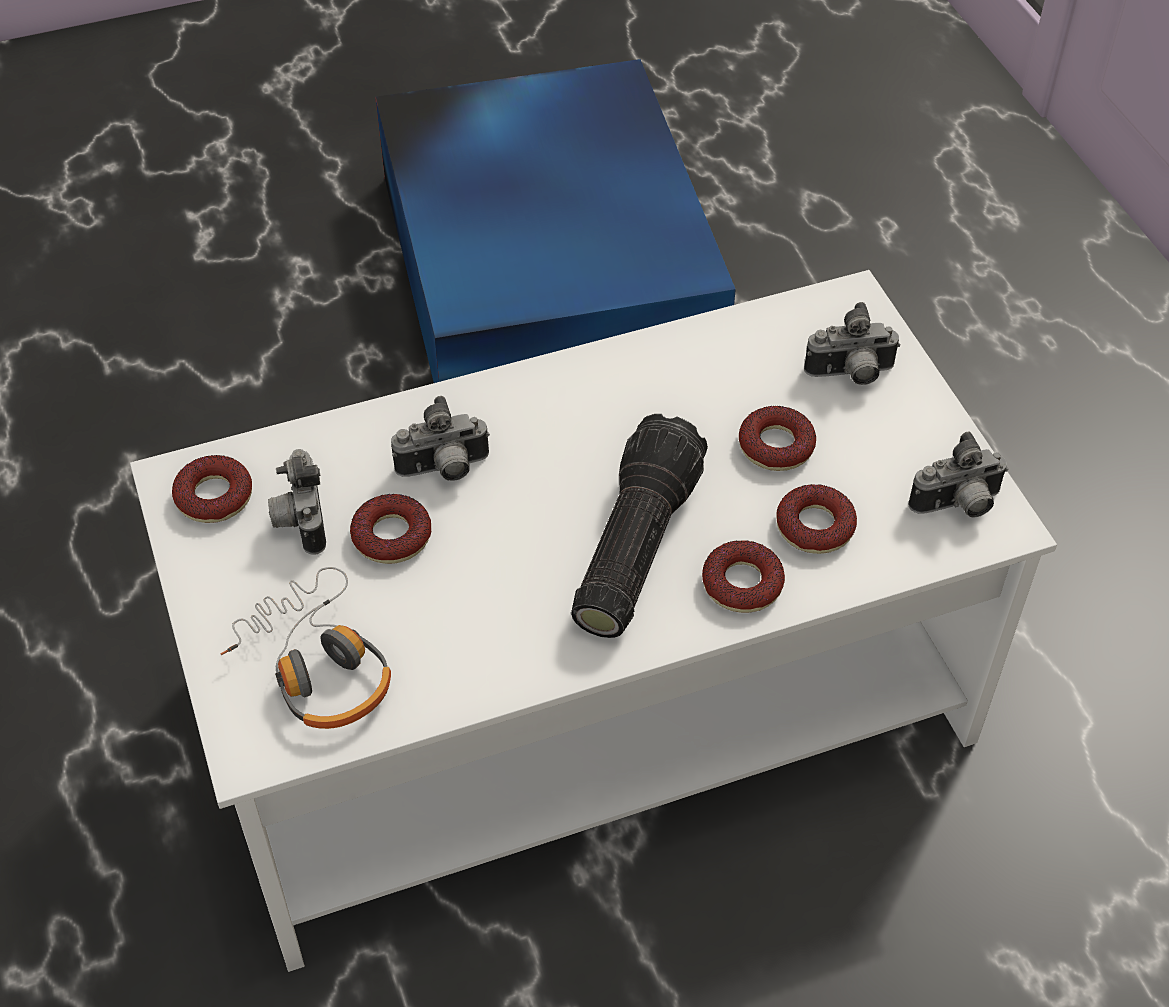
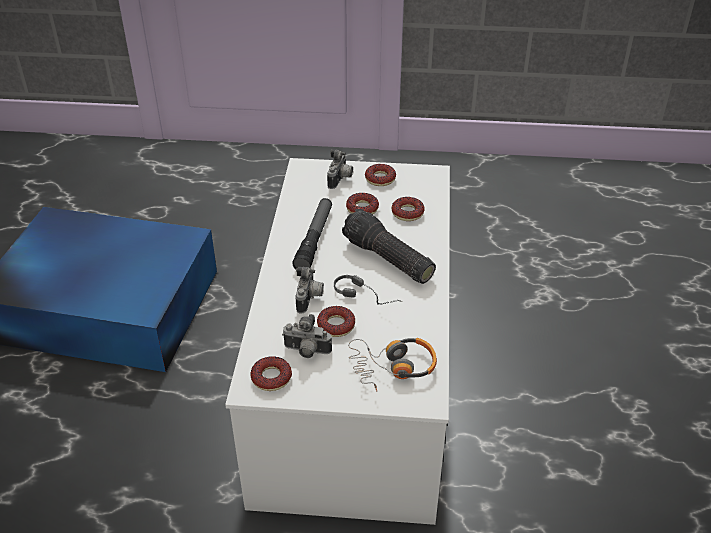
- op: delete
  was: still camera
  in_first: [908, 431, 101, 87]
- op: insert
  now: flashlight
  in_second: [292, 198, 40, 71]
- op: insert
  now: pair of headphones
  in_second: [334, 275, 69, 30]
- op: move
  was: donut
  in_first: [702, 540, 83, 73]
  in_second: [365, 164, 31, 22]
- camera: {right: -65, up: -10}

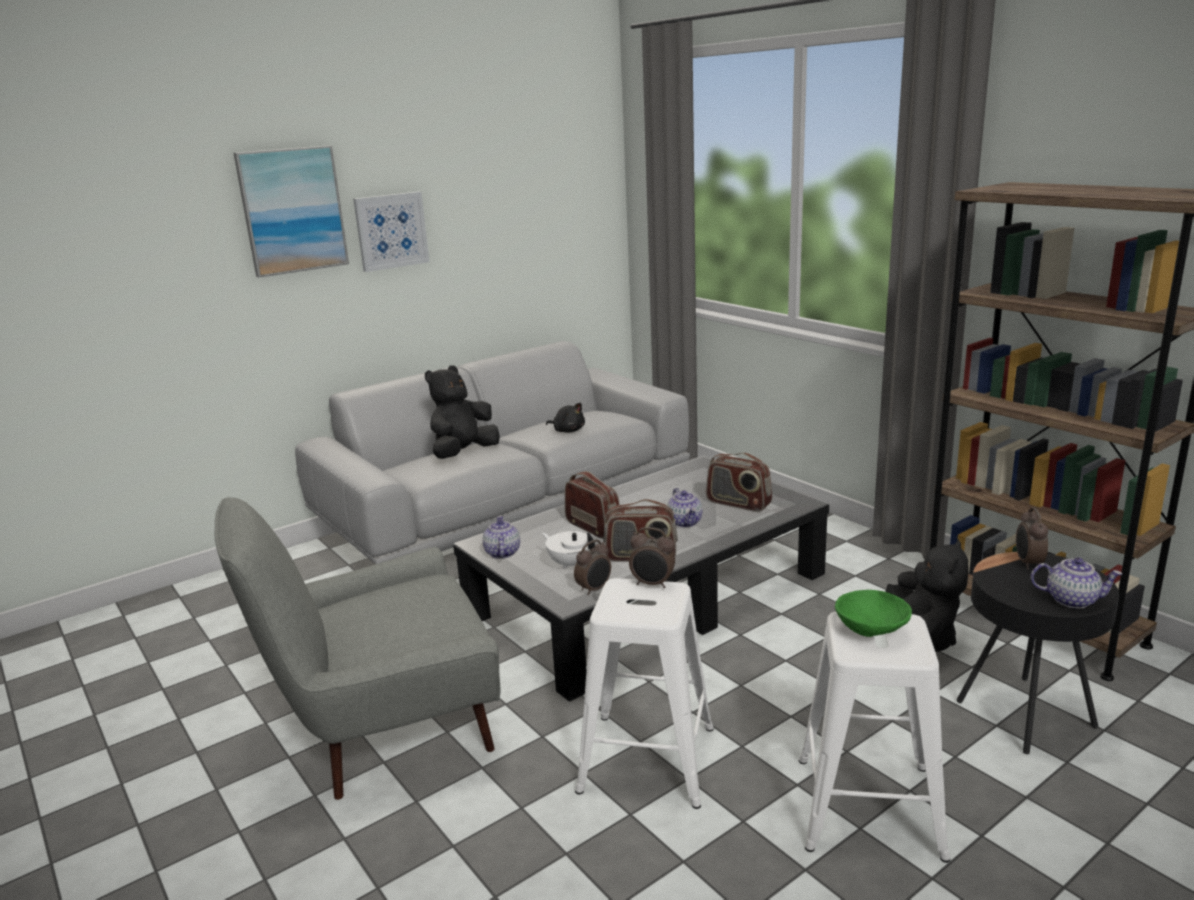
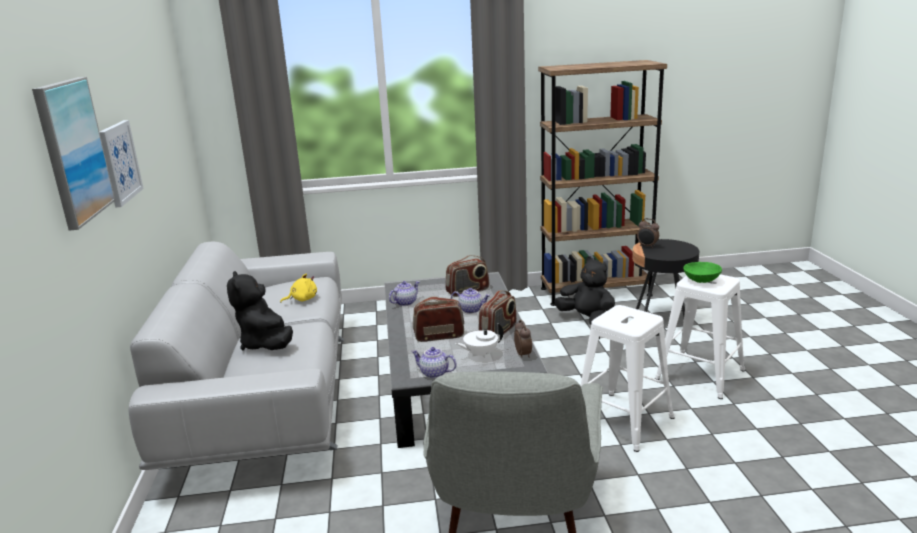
- op: delete
  was: alarm clock
  in_first: [629, 527, 46, 61]
- op: move
  was: teapot
  in_first: [1031, 558, 91, 50]
  in_second: [389, 281, 30, 25]
- op: recolor
  was: black soft toy
  now: yellow soft toy
  in_first: [546, 403, 39, 30]
  in_second: [280, 273, 37, 30]
- camera: {right: -60, up: 0}

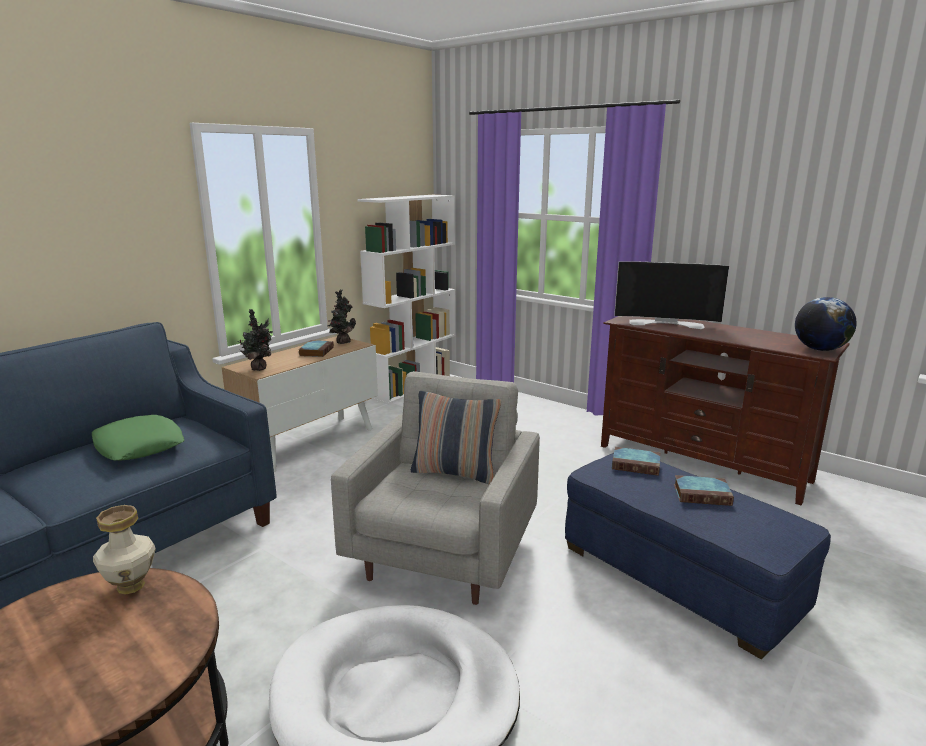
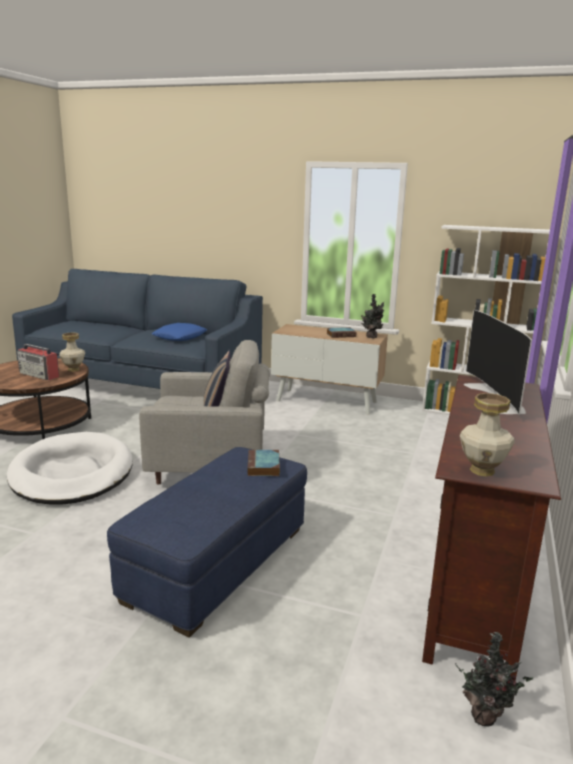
- op: delete
  was: bound book
  in_first: [674, 475, 60, 31]
- op: insert
  now: radio
  in_second: [17, 344, 42, 36]
- op: move
  was: houseplant
  in_first: [238, 309, 35, 62]
  in_second: [455, 632, 78, 94]
- op: replace
  was: desk globe
  now: flower vase
  in_first: [795, 297, 62, 54]
  in_second: [460, 393, 54, 84]
- op: recolor
  was: green cushion
  now: bluish cushion
  in_first: [91, 415, 93, 46]
  in_second: [152, 323, 55, 18]
- camera: {right: 70, up: 0}

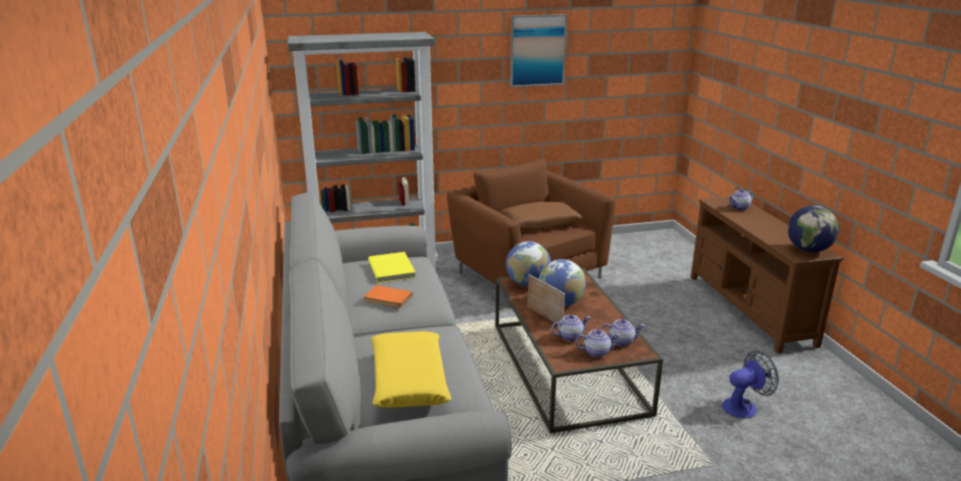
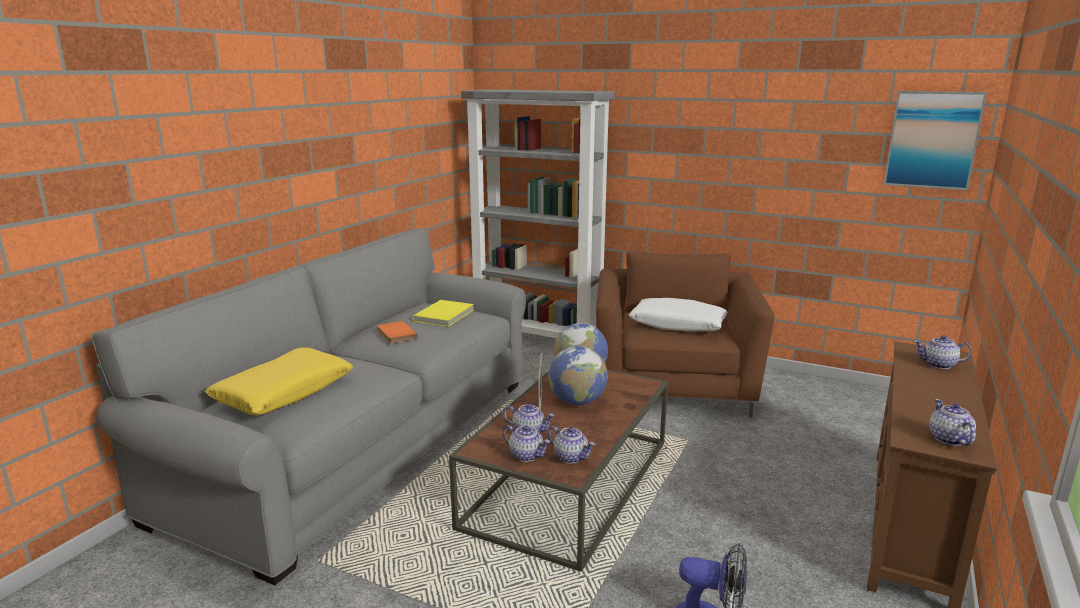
- op: move
  was: wall picture
  in_first: [510, 14, 57, 73]
  in_second: [883, 91, 104, 99]
- op: replace
  was: desk globe
  now: teapot
  in_first: [788, 206, 51, 46]
  in_second: [929, 399, 47, 47]
- op: recolor
  was: brown cushion
  now: white-coloured cushion
  in_first: [499, 201, 83, 30]
  in_second: [629, 298, 99, 33]
- camera: {right: 40, up: -5}

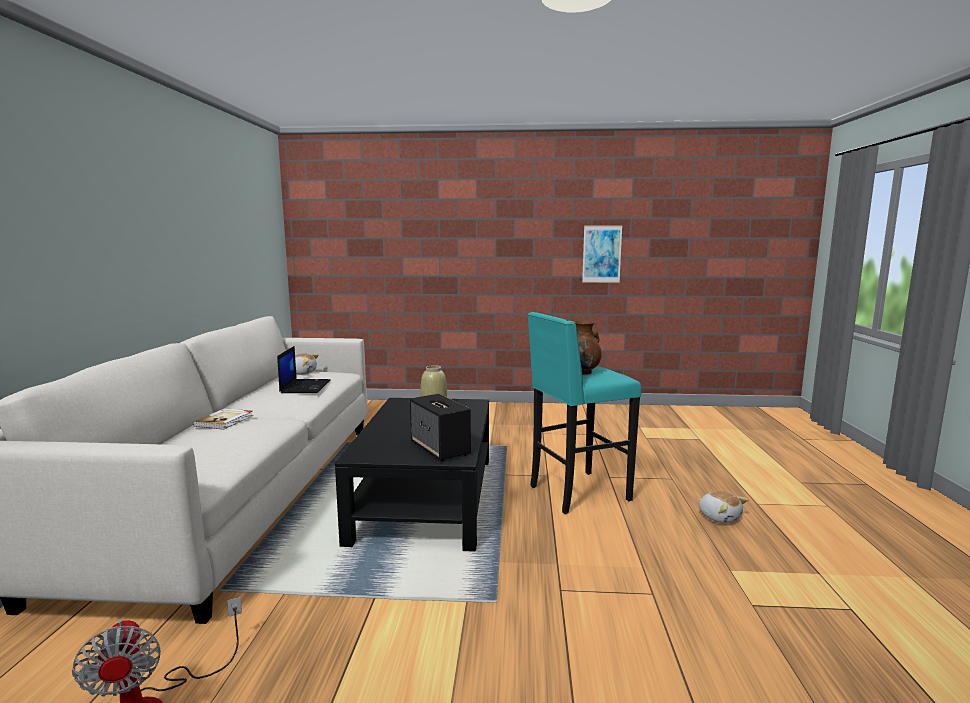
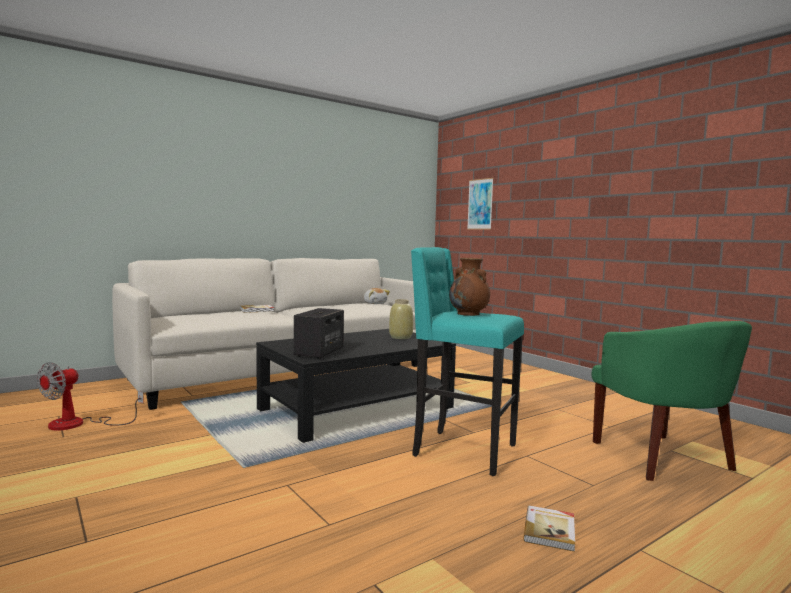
- op: delete
  was: laptop
  in_first: [277, 346, 53, 47]
- op: insert
  now: green armchair
  in_second: [591, 321, 161, 160]
- op: move
  was: wall picture
  in_first: [582, 225, 40, 58]
  in_second: [467, 178, 27, 52]
- op: replace
  was: soft toy
  now: bound book
  in_first: [699, 491, 49, 33]
  in_second: [523, 506, 52, 46]
- camera: {right: 50, up: -5}

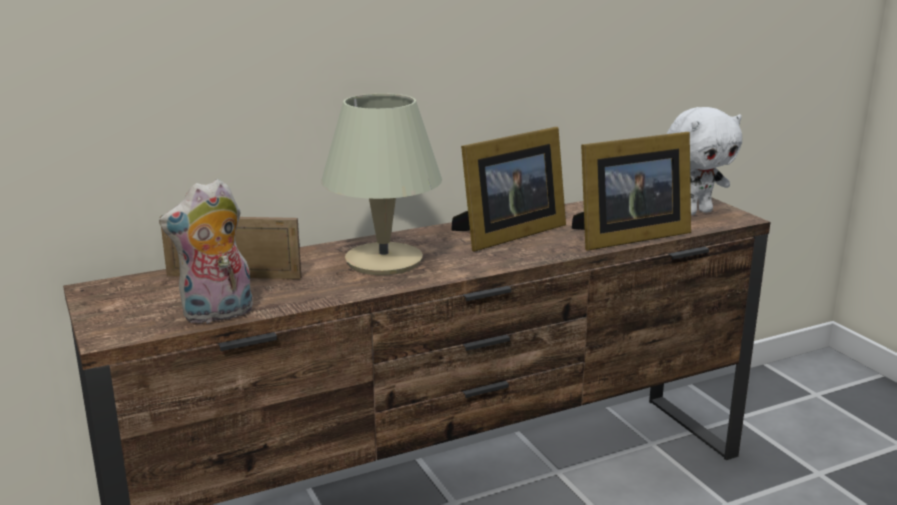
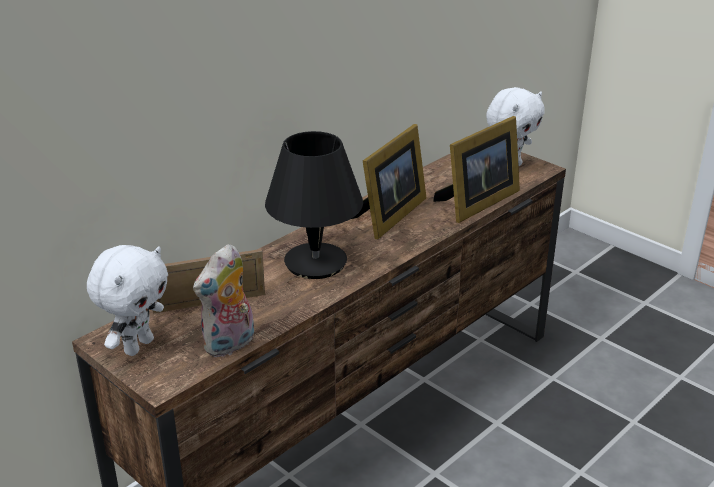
- op: insert
  now: white-coloured soft toy
  in_second: [87, 245, 81, 111]
- op: recolor
  was: sand-coloured tabletop lamp
  now: black tabletop lamp
  in_first: [321, 93, 121, 182]
  in_second: [265, 131, 98, 148]
- camera: {right: -20, up: 10}

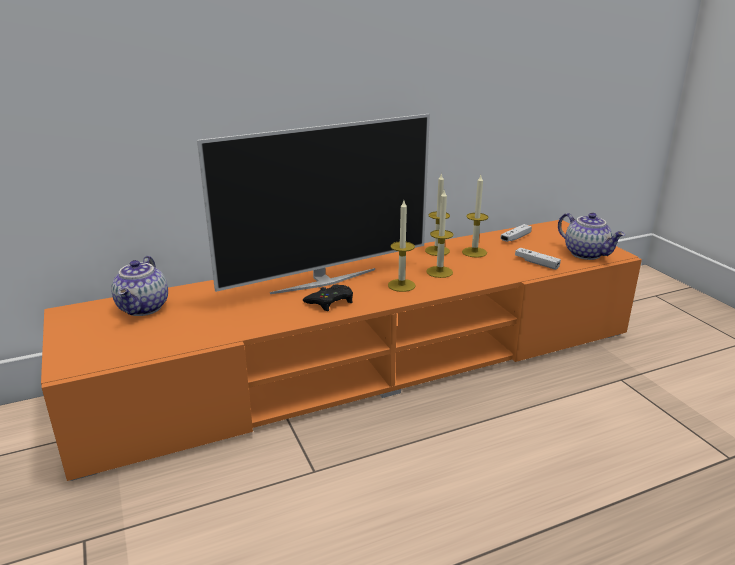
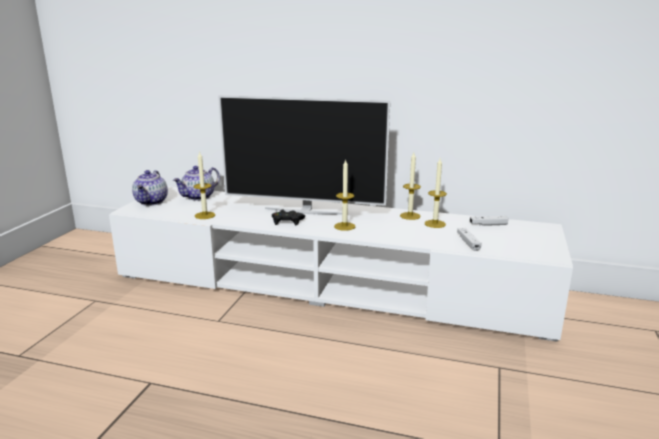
- op: move
  was: candle
  in_first: [426, 190, 28, 88]
  in_second: [194, 151, 21, 68]
- op: move
  was: teapot
  in_first: [558, 213, 67, 47]
  in_second: [132, 170, 36, 36]
- op: recolor
  was: orange tv stand
  now: white-coloured tv stand
  in_first: [41, 220, 601, 261]
  in_second: [109, 186, 464, 156]
- camera: {right: 40, up: -5}

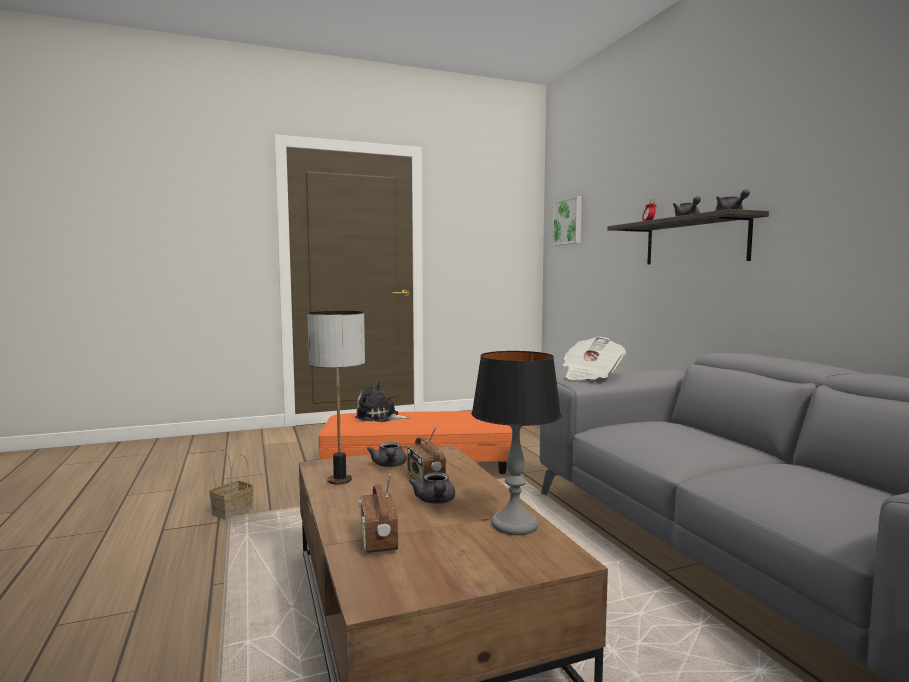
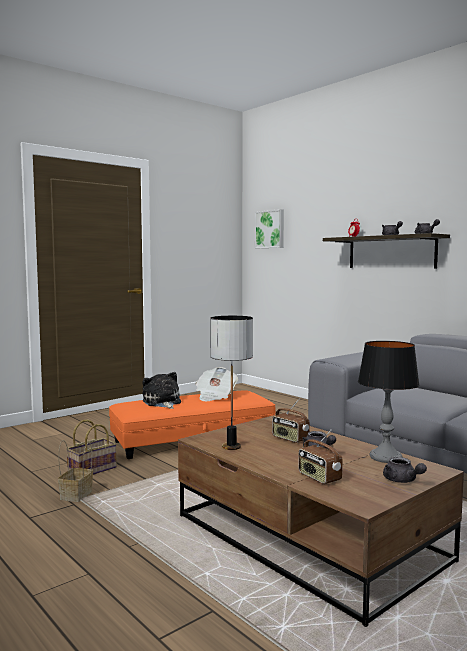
- op: insert
  now: basket
  in_second: [66, 420, 51, 55]
- op: move
  was: greyish teapot
  in_first: [367, 442, 40, 25]
  in_second: [383, 457, 44, 26]
- op: move
  was: printed paper
  in_first: [563, 337, 63, 43]
  in_second: [196, 367, 42, 34]
- op: rotate
  was: soft toy
  in_first: [355, 381, 56, 41]
  in_second: [143, 372, 38, 37]
  clockwise: 75
- camera: {right: -20, up: 0}

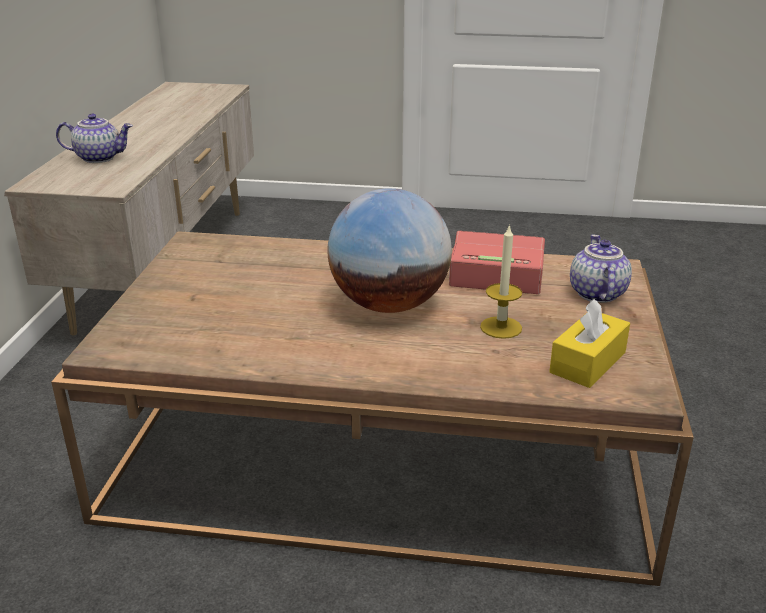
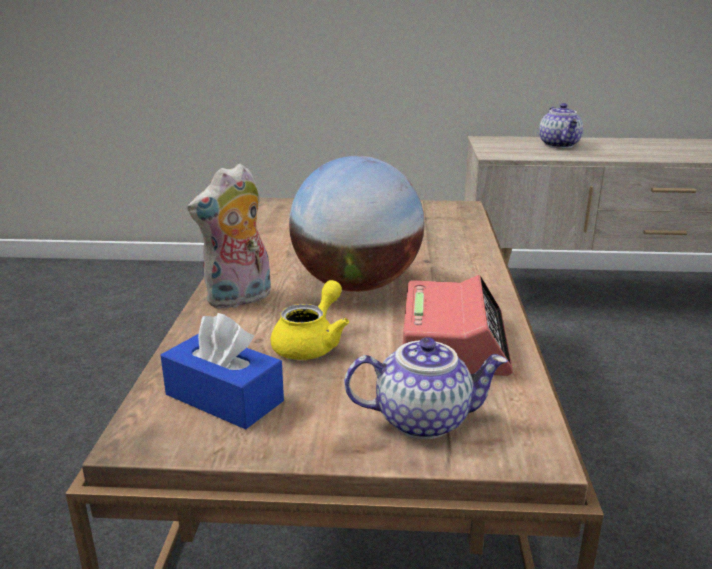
- op: insert
  now: soft toy
  in_second: [187, 163, 84, 146]
- op: replace
  was: candle
  now: yellow teapot
  in_first: [480, 224, 42, 115]
  in_second: [270, 280, 79, 80]
- op: recolor
  was: yellow tissue box
  now: bluish tissue box
  in_first: [549, 299, 81, 89]
  in_second: [161, 313, 123, 116]
- camera: {right: 85, up: -5}

